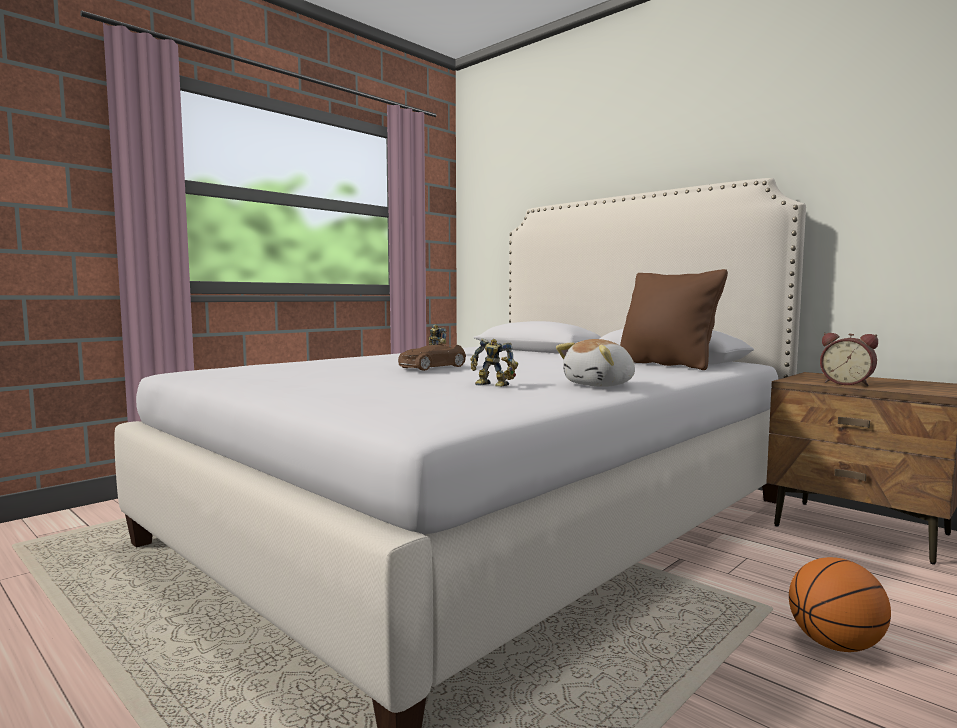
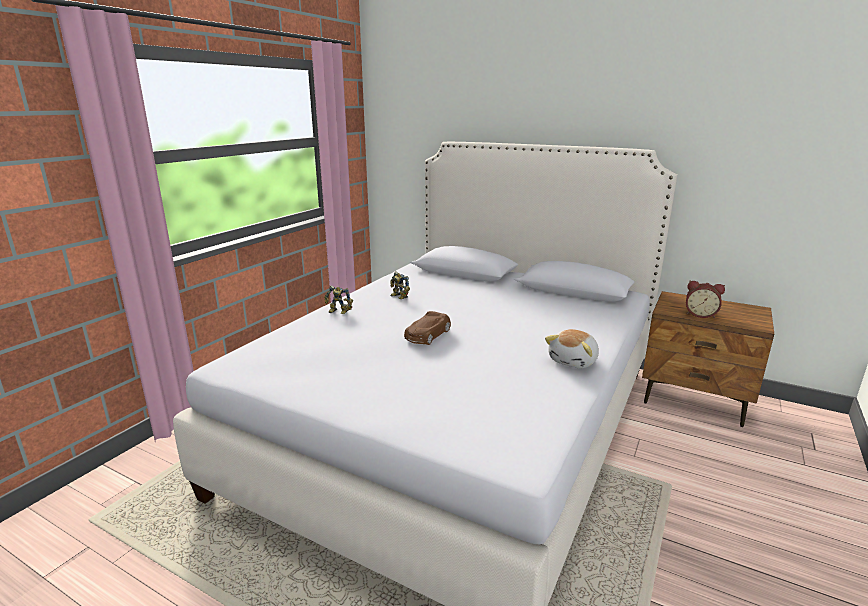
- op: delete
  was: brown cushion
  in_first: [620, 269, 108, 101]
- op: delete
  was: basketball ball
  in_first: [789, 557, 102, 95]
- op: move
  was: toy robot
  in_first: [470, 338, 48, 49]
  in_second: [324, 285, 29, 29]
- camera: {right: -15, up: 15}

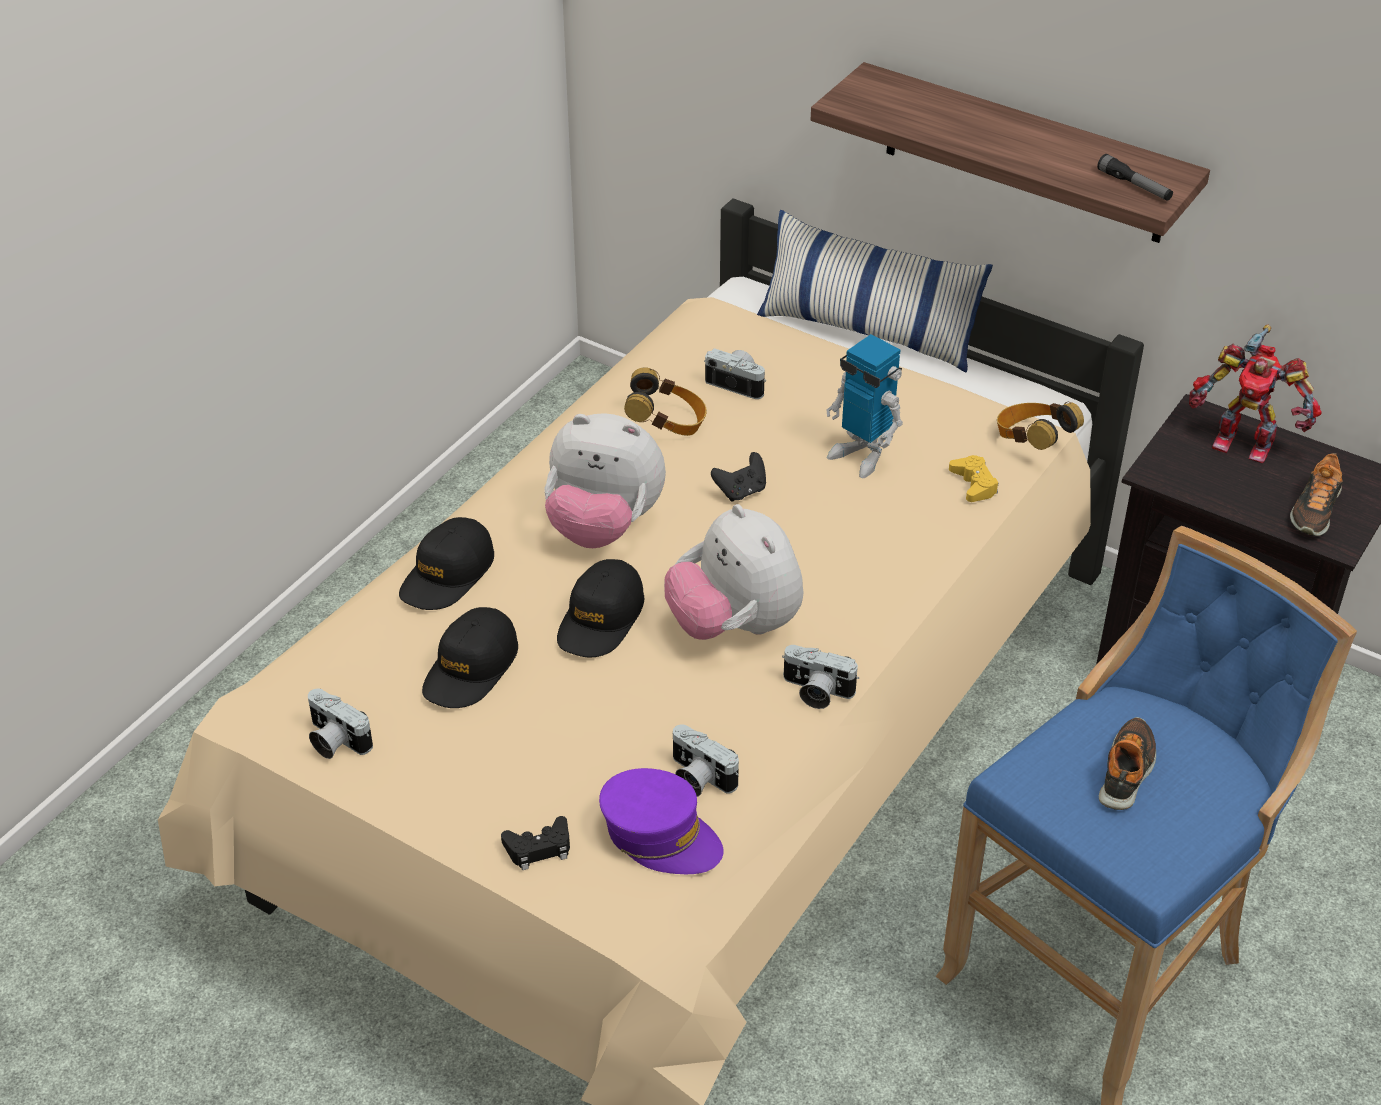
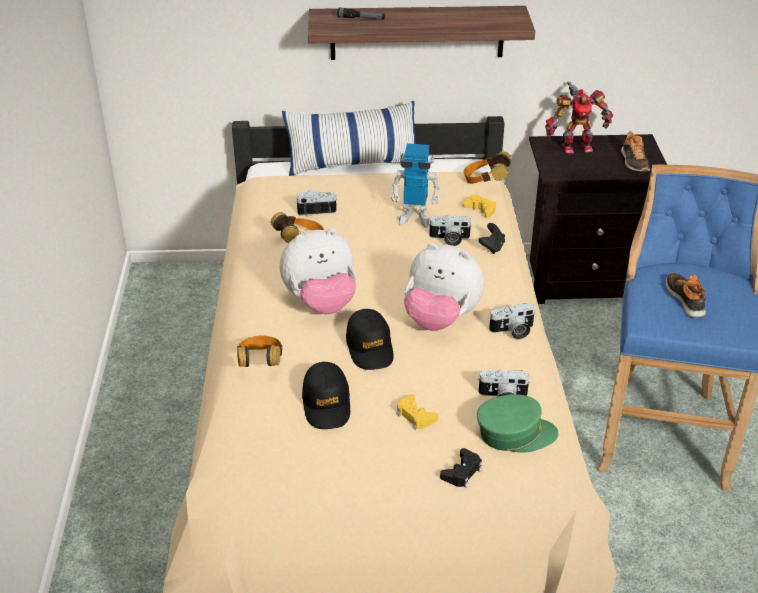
- op: insert
  now: yellow gamepad
  in_second: [396, 394, 42, 36]
- op: move
  was: still camera
  in_first: [308, 689, 65, 70]
  in_second: [428, 215, 43, 31]
- op: move
  was: black gamepad
  in_first: [711, 452, 55, 50]
  in_second: [478, 223, 27, 31]
- op: move
  was: flashlight
  in_first: [1097, 154, 76, 47]
  in_second: [338, 8, 47, 12]
- op: replace
  was: black baseball cap
  now: pair of headphones
  in_first: [399, 517, 95, 93]
  in_second: [237, 335, 45, 32]
- op: recolor
  was: purple-coloured baseball cap
  now: green baseball cap
  in_first: [599, 768, 125, 106]
  in_second: [477, 394, 81, 59]
- camera: {right: -35, up: -5}

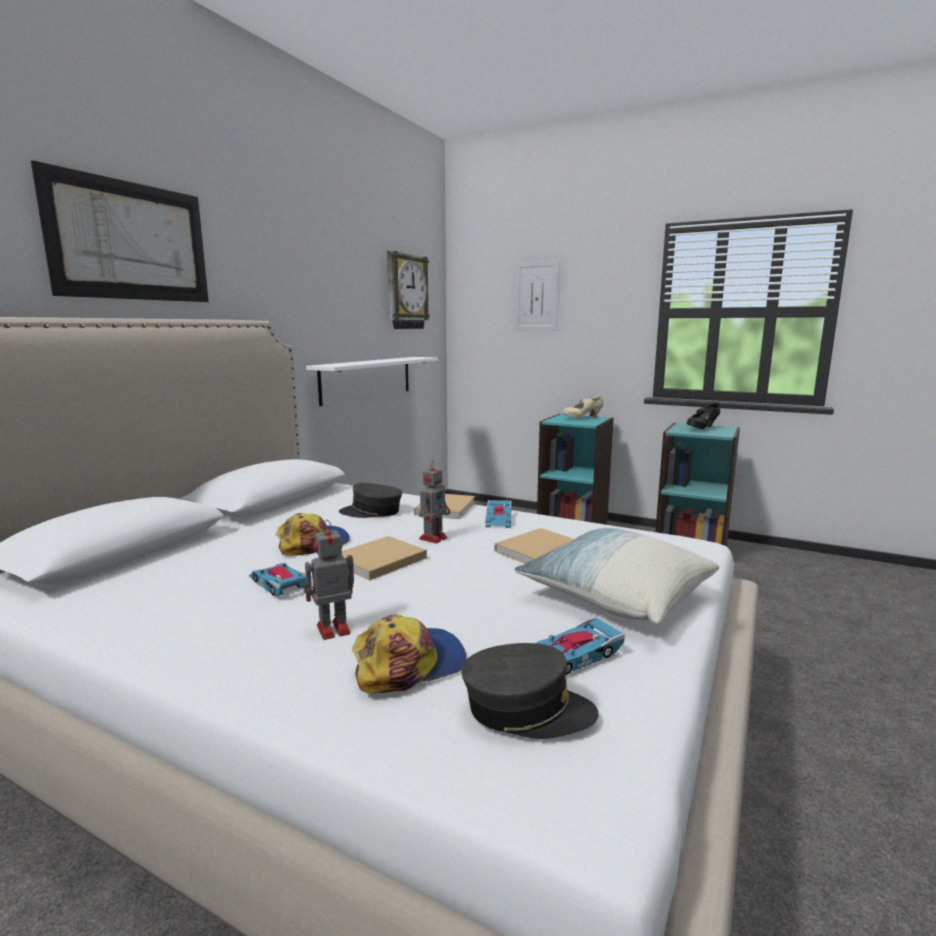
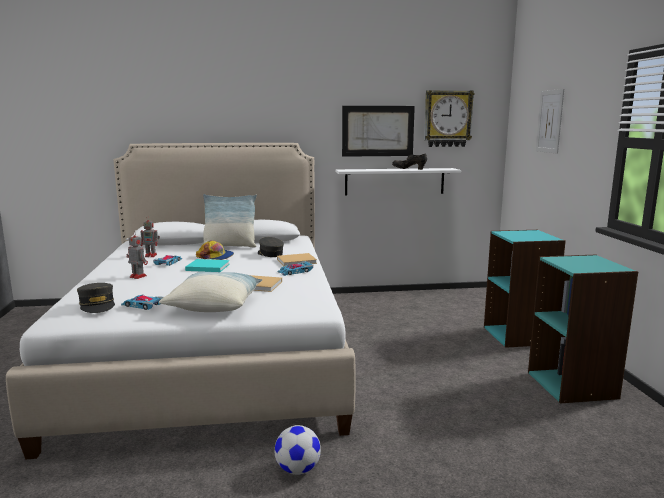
- op: delete
  was: baseball cap
  in_first: [352, 614, 114, 79]
- op: delete
  was: sand-coloured shoe
  in_first: [563, 396, 41, 22]
- op: insert
  now: cushion
  in_second: [202, 194, 55, 54]
- op: insert
  now: ball for football
  in_second: [275, 425, 46, 50]
- op: move
  was: wall picture
  in_first: [31, 160, 178, 142]
  in_second: [342, 106, 73, 51]
- op: move
  was: toy robot
  in_first: [419, 460, 31, 84]
  in_second: [141, 216, 19, 41]
- op: move
  was: black shoe
  in_first: [686, 403, 34, 26]
  in_second: [392, 153, 35, 17]
- op: recolor
  was: sand-coloured bound book
  now: turquoise bound book
  in_first: [341, 536, 86, 44]
  in_second: [185, 259, 45, 13]
- camera: {right: 55, up: 0}

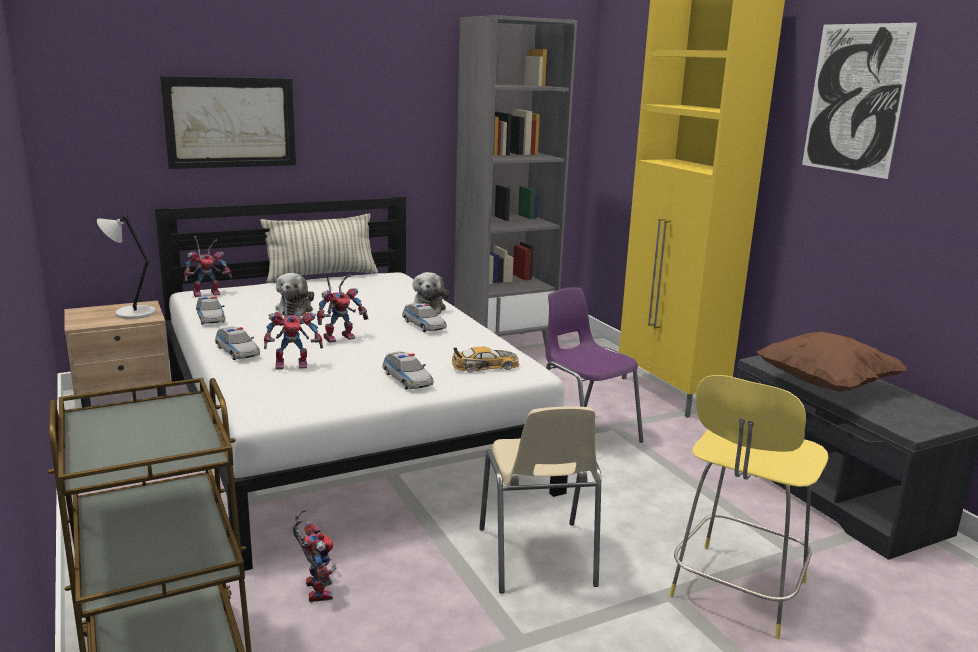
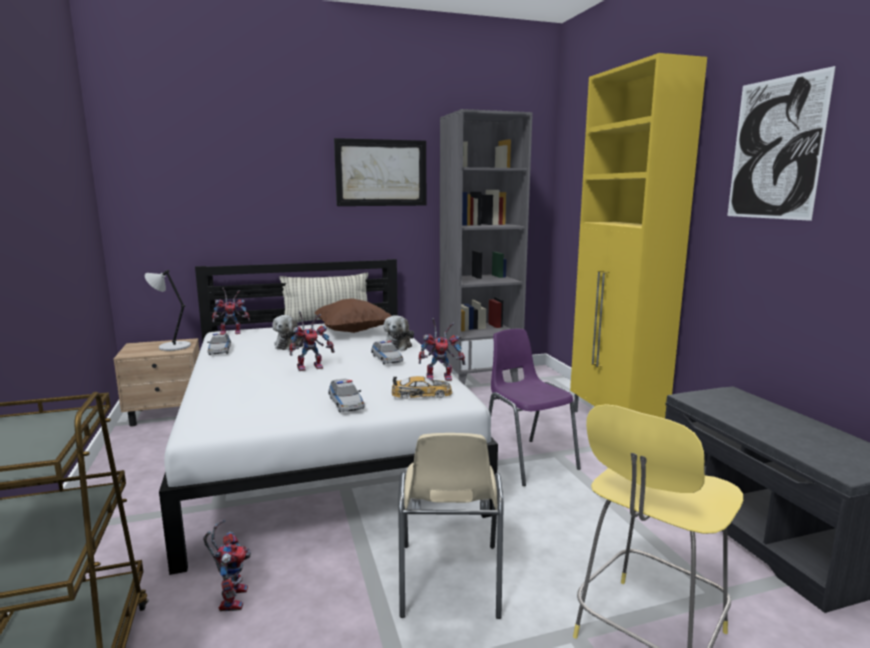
- op: delete
  was: toy car
  in_first: [215, 326, 45, 34]
- op: move
  was: wall picture
  in_first: [160, 76, 136, 93]
  in_second: [334, 138, 92, 68]
- op: move
  was: toy robot
  in_first: [264, 292, 59, 78]
  in_second: [419, 318, 46, 63]
- op: move
  was: brown cushion
  in_first: [757, 332, 149, 60]
  in_second: [315, 298, 77, 35]
- camera: {right: 10, up: -5}

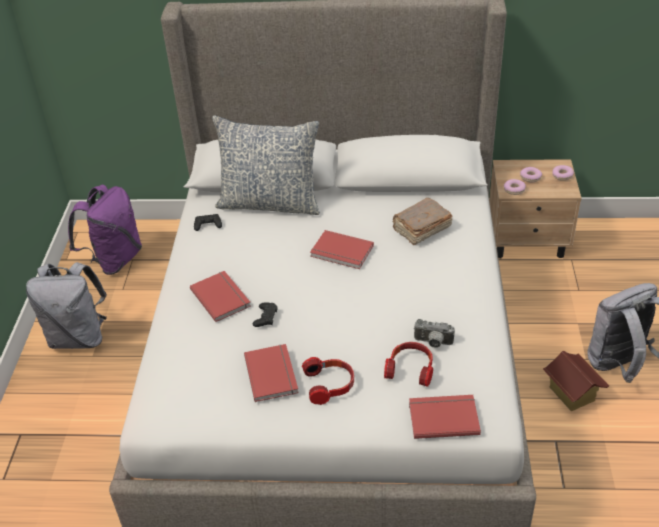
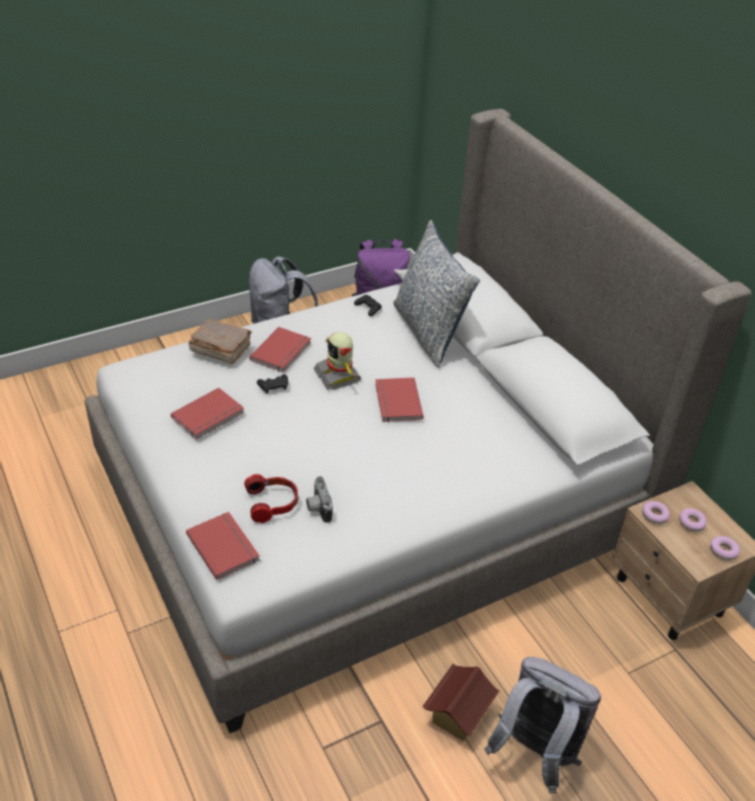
- op: delete
  was: pair of headphones
  in_first: [302, 357, 52, 48]
- op: insert
  now: toy robot
  in_second: [314, 332, 47, 58]
- op: move
  was: brown bound book
  in_first: [392, 198, 61, 47]
  in_second: [188, 319, 64, 45]
- camera: {right: 55, up: 0}

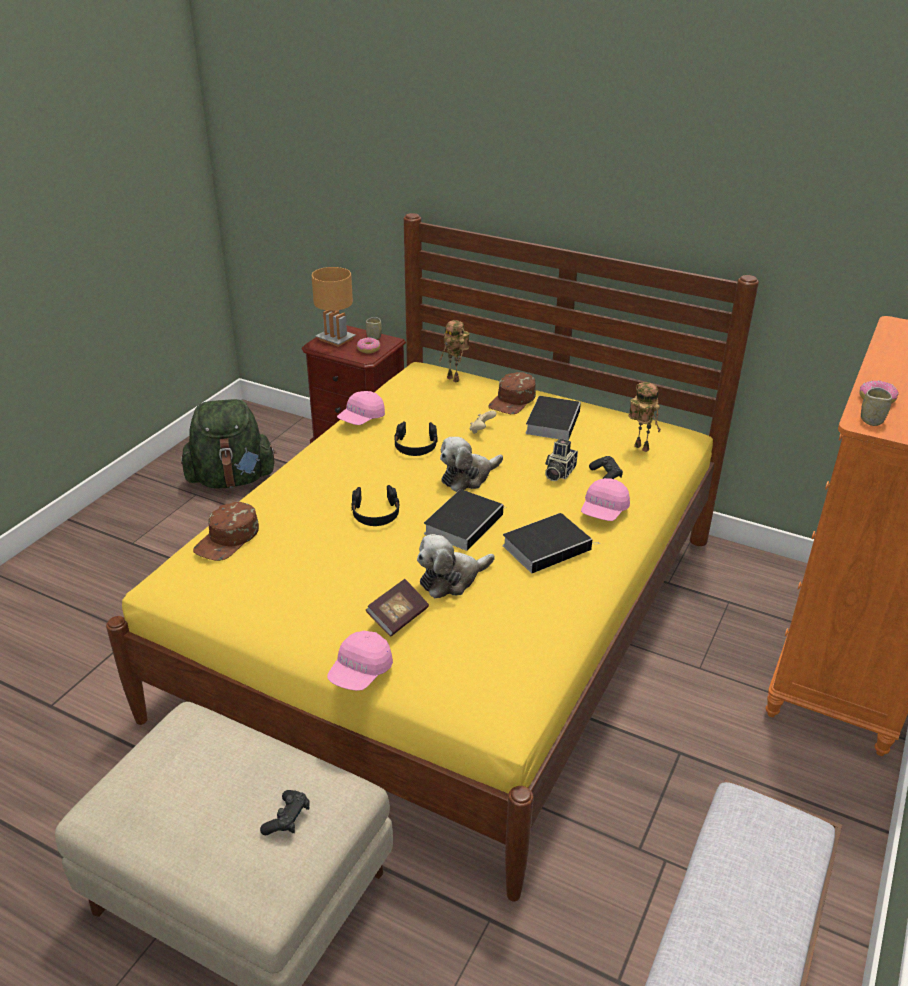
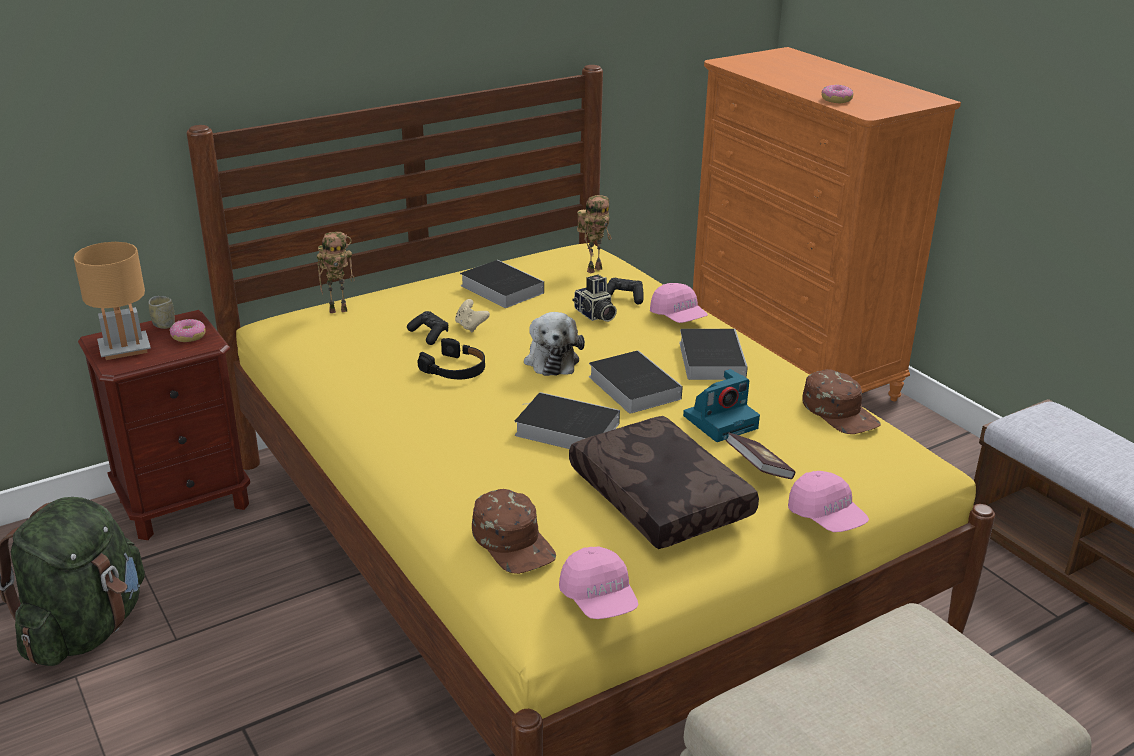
- op: delete
  was: drinking cup
  in_first: [861, 387, 31, 39]
- op: insert
  now: brown cushion
  in_second: [569, 416, 190, 133]
- op: move
  was: black gamepad
  in_first: [260, 790, 50, 45]
  in_second: [407, 311, 42, 34]
- op: move
  was: pinkish baseball cap
  in_first: [337, 391, 48, 34]
  in_second: [559, 546, 80, 73]
- op: move
  was: brown baseball cap
  in_first: [488, 372, 48, 42]
  in_second: [802, 369, 79, 65]
- op: replace
  was: black pair of headphones
  now: bound book
  in_first: [351, 485, 49, 41]
  in_second: [515, 392, 105, 57]
- op: replace
  was: soft toy
  now: still camera
  in_first: [417, 534, 78, 64]
  in_second: [683, 369, 77, 73]
- op: rotate
  was: toy robot
  in_first: [629, 382, 32, 70]
  in_second: [577, 195, 34, 78]
  clockwise: 150
- camera: {right: -60, up: -5}

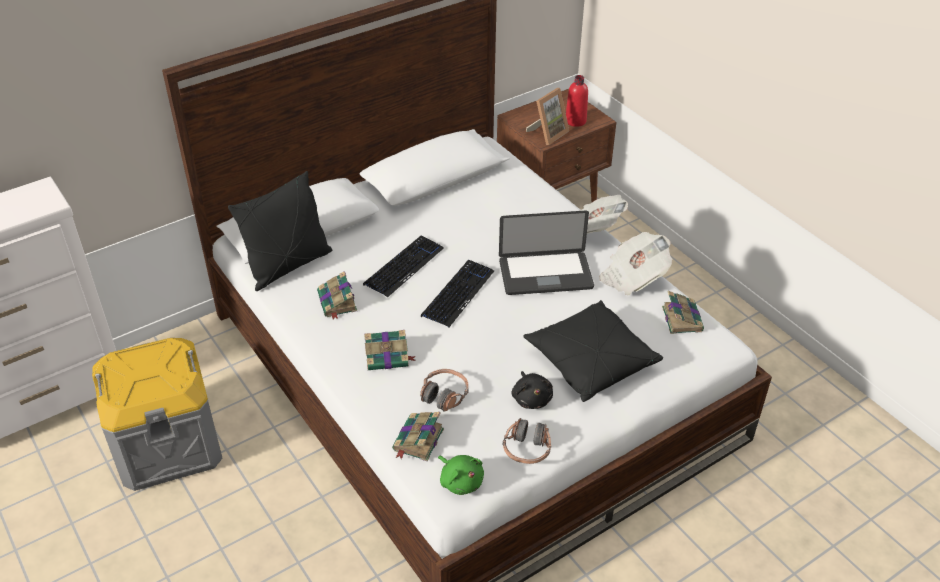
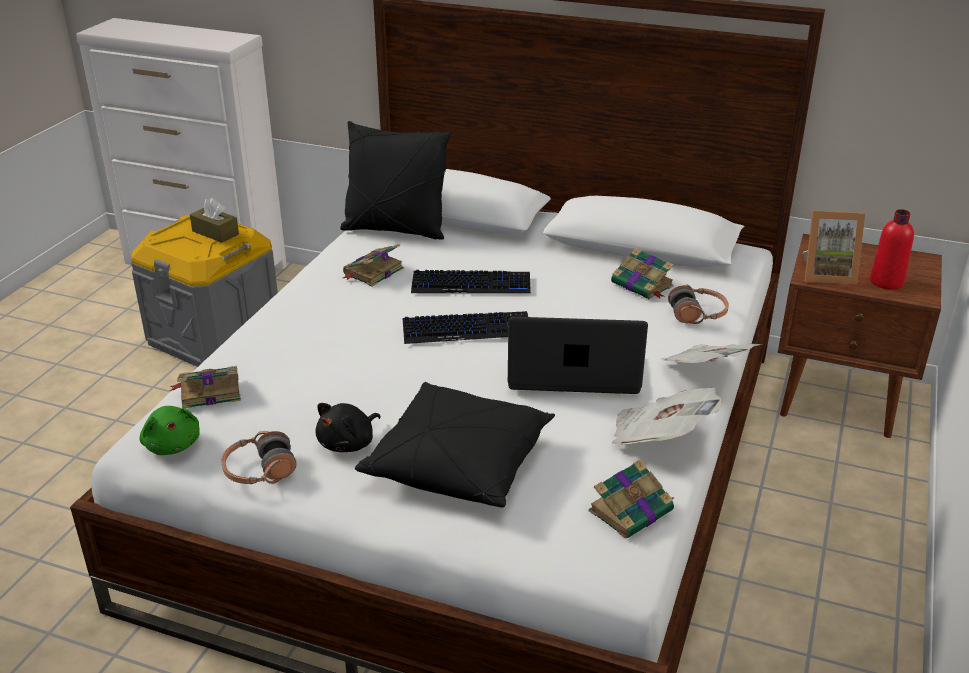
- op: insert
  now: brown tissue box
  in_second: [190, 198, 49, 45]
- op: move
  was: bound book
  in_first: [364, 330, 52, 40]
  in_second: [611, 248, 63, 51]
- op: move
  was: pair of headphones
  in_first: [420, 369, 49, 43]
  in_second: [668, 285, 61, 39]
- op: rotate
  was: green soft toy
  in_first: [438, 455, 46, 40]
  in_second: [140, 406, 60, 49]
  clockwise: -45
- op: rotate
  was: laptop
  in_first: [499, 210, 95, 85]
  in_second: [508, 317, 140, 77]
  clockwise: 135
- camera: {right: 55, up: -10}

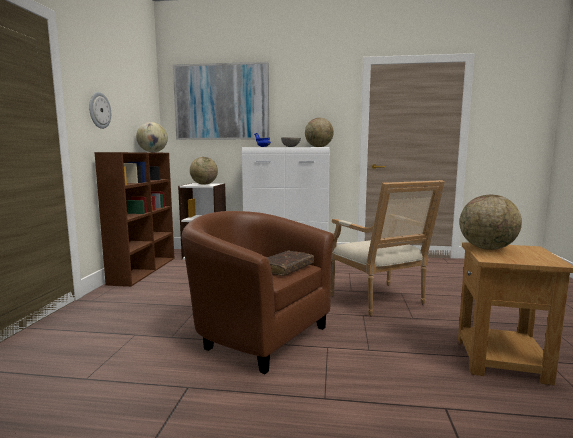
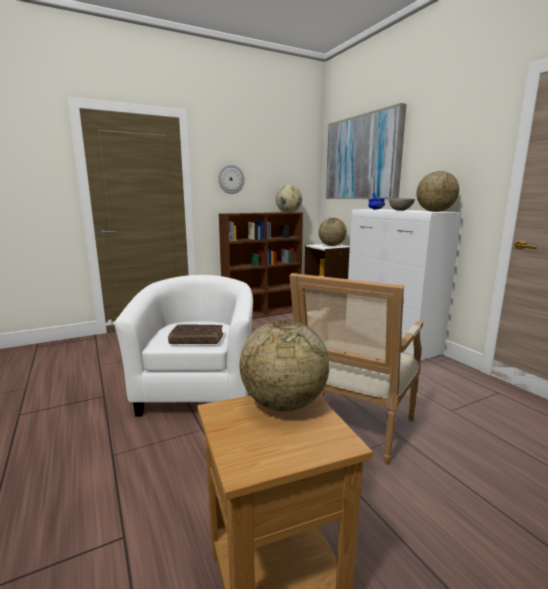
- op: recolor
  was: brown armchair
  now: white-coloured armchair
  in_first: [181, 211, 153, 163]
  in_second: [114, 275, 139, 142]
- camera: {right: 55, up: 5}

